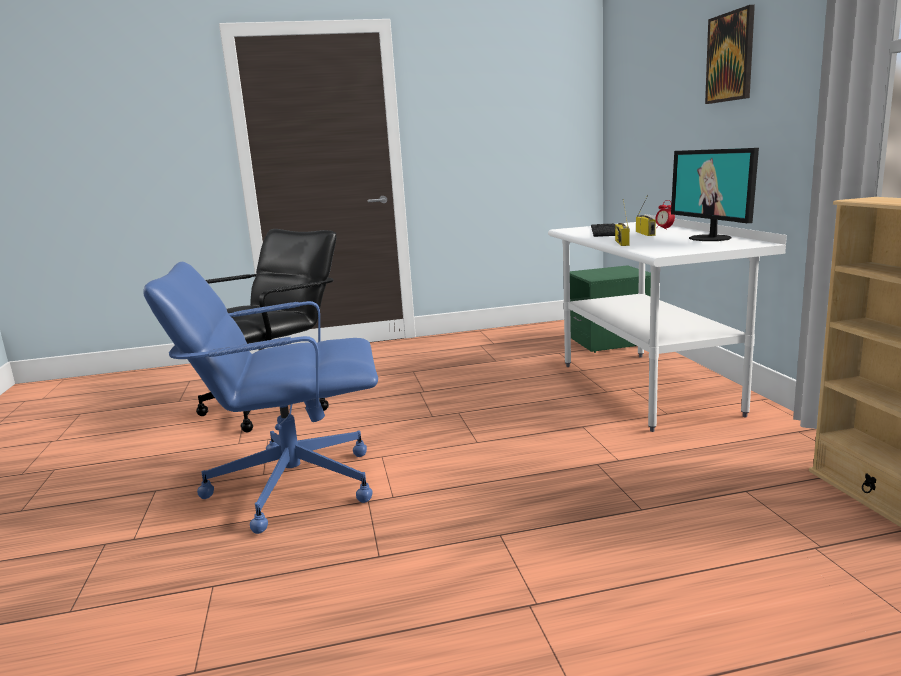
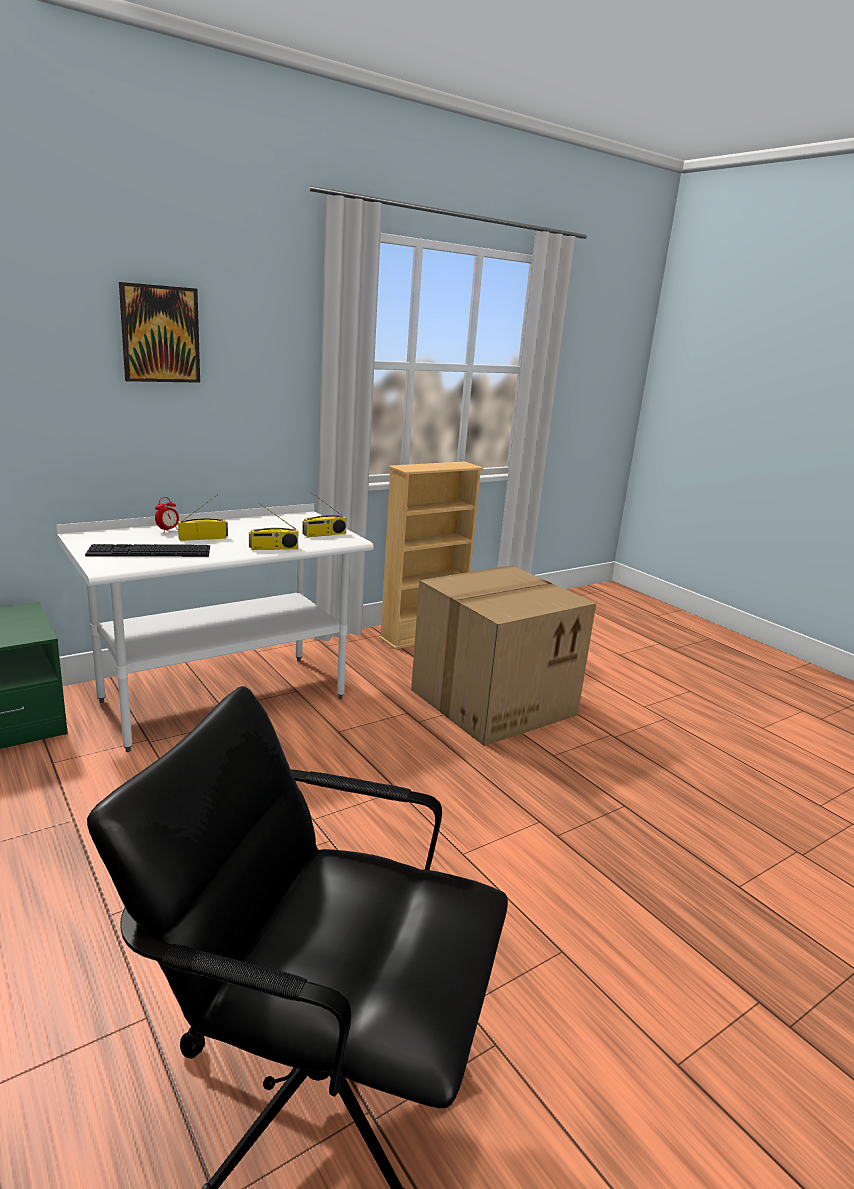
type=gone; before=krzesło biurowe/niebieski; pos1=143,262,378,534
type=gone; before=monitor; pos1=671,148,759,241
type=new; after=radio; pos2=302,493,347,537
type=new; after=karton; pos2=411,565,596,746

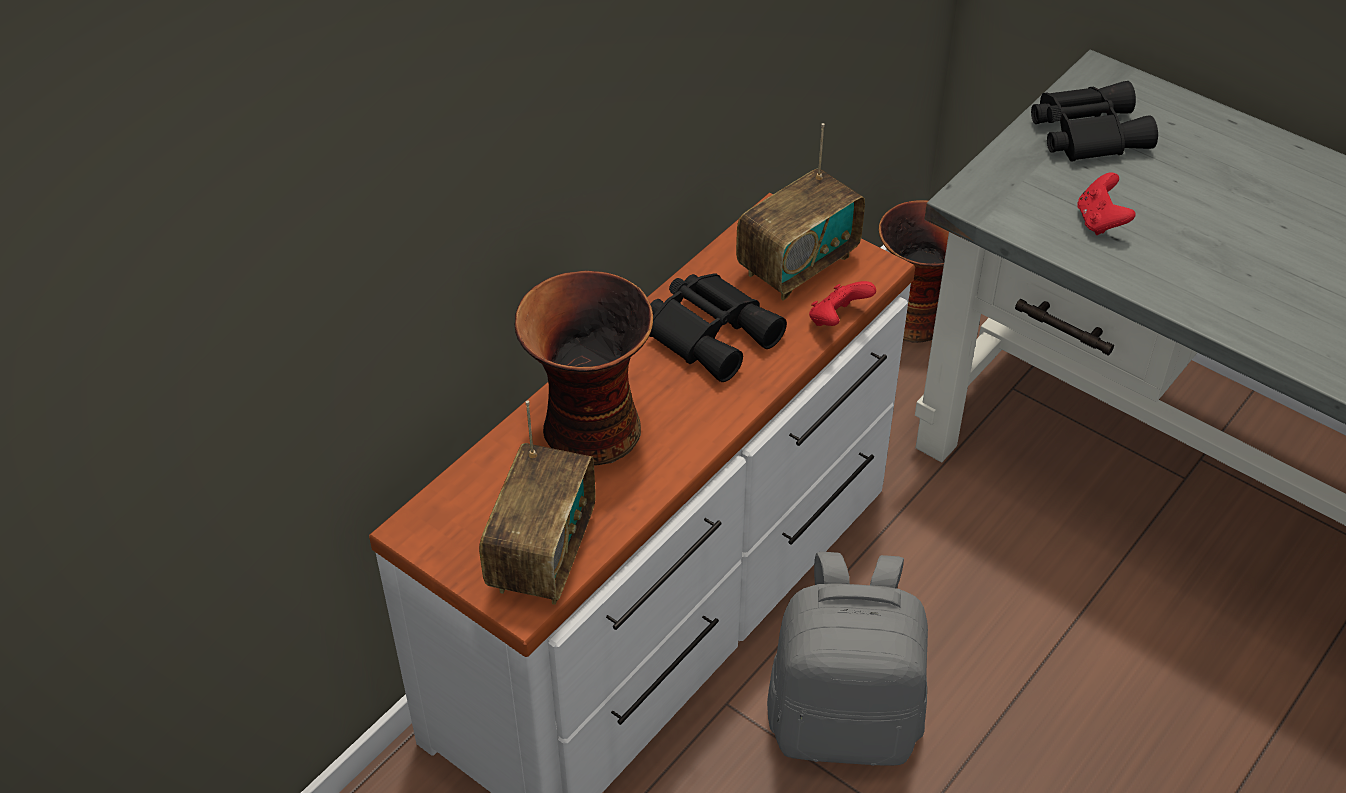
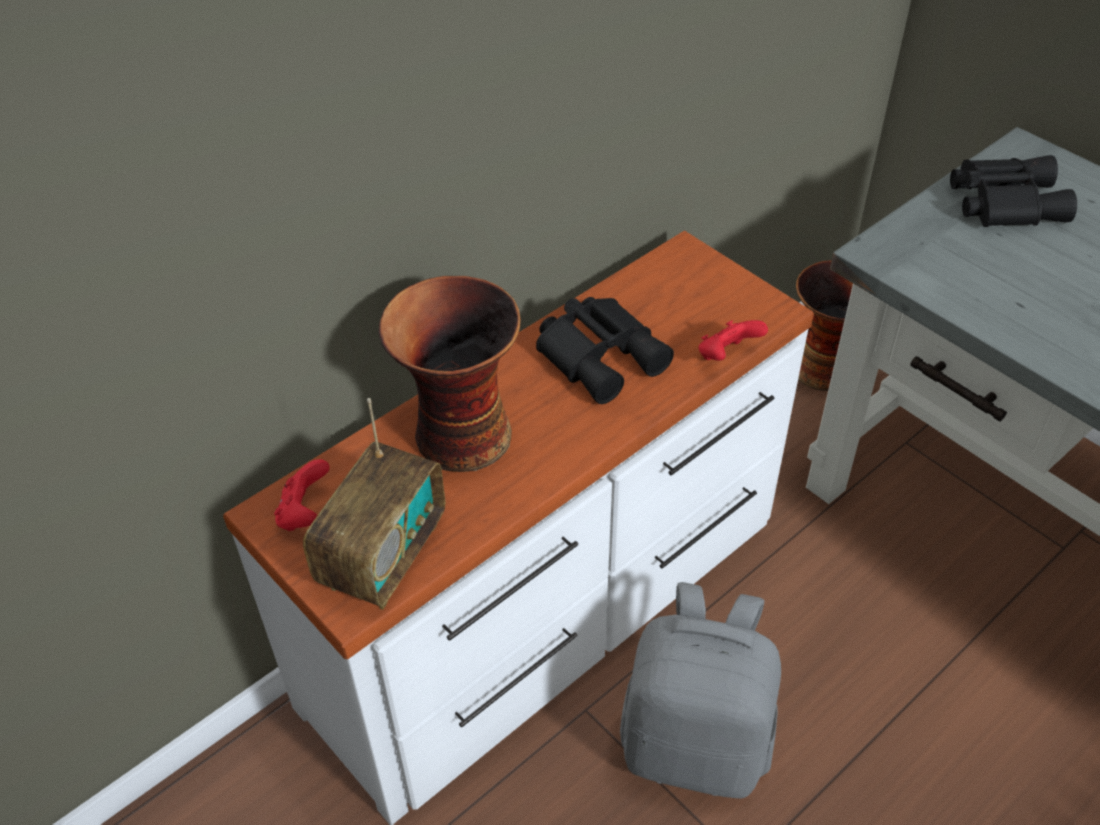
type=gone; before=radio; pos1=736,123,865,301
type=shifted; before=pad do gier/czerwony; pos1=1077,172,1135,235; pos2=274,459,329,531

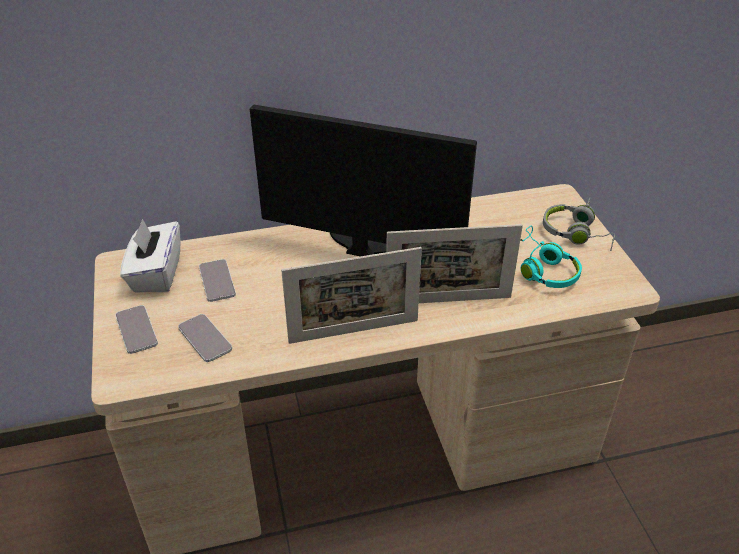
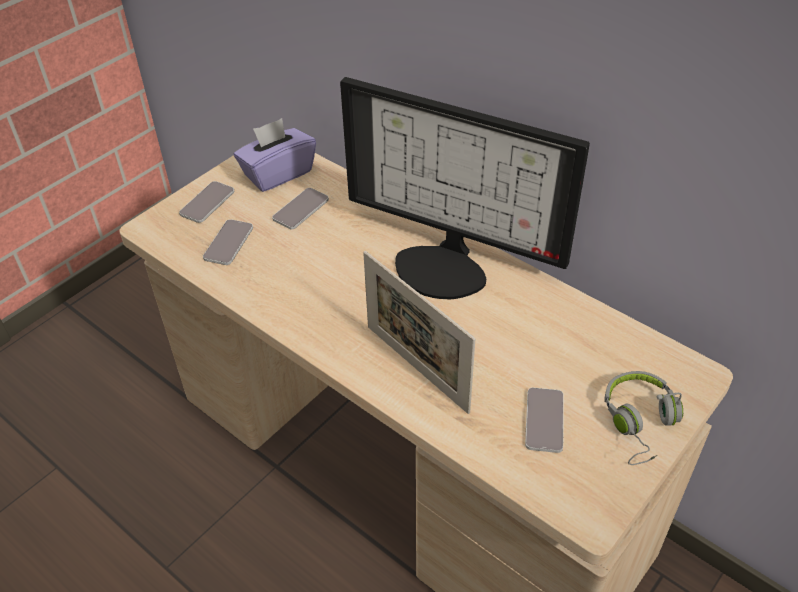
type=repainted; before=pudełko chusteczek/biały; after=pudełko chusteczek/fioletowy; pos1=120,219,181,292; pos2=234,118,316,192
type=rotated; before=monitor; pos1=250,105,477,256; pos2=340,77,590,299; turn=135
type=gone; before=ramka na zdjęcie; pos1=281,247,422,344
type=swapped; before=słuchawki/turkusowy; after=telefon; pos1=520,226,582,288; pos2=525,387,564,453

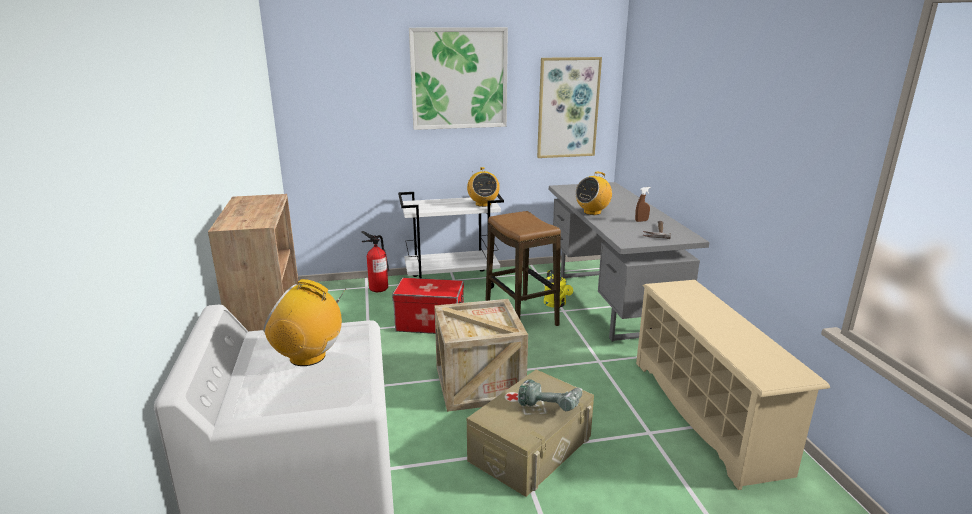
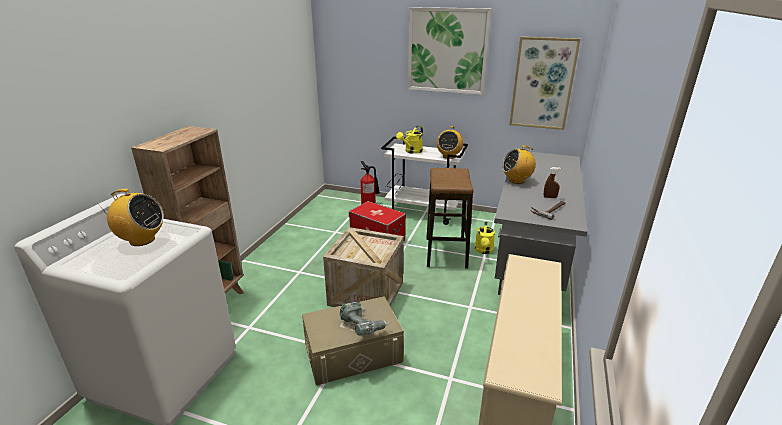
type=rotated; before=radio; pos1=263,279,346,366; pos2=97,189,164,246; turn=150
type=new; after=konewka/żółty; pos2=396,125,423,154

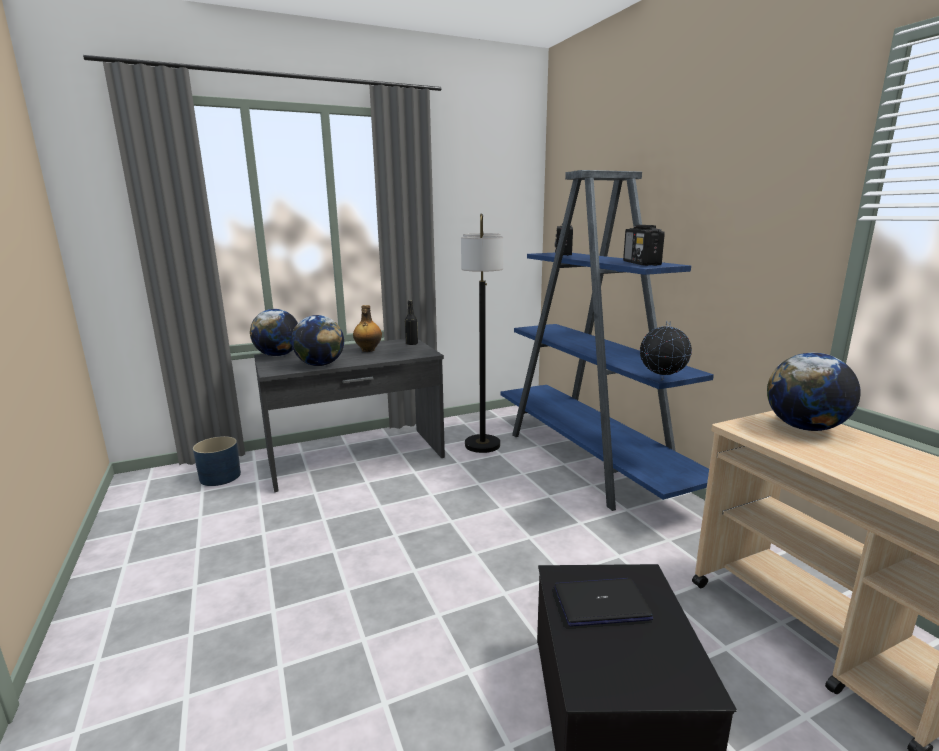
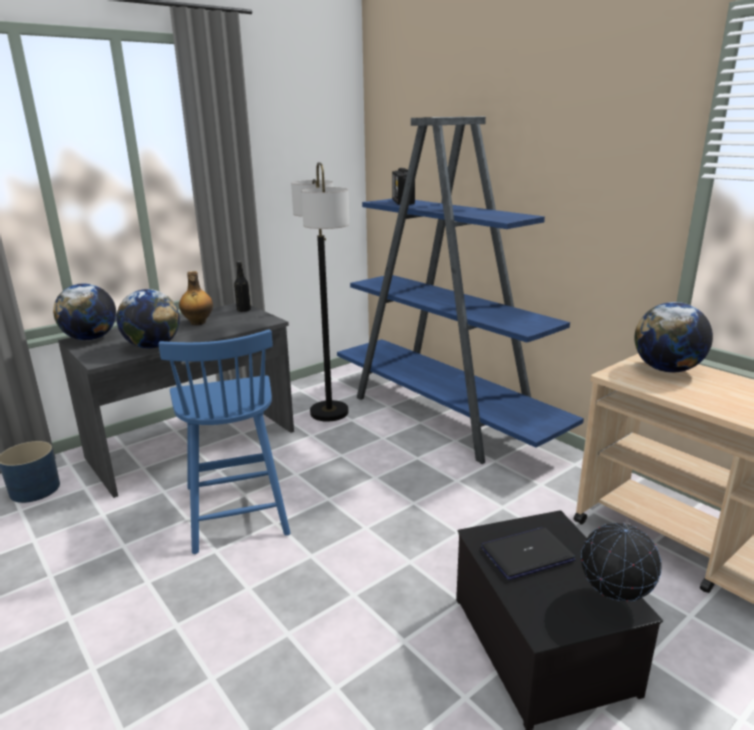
type=gone; before=radio; pos1=623,225,665,266
type=shifted; before=globus; pos1=640,321,692,381; pos2=581,522,662,601
type=new; after=krzesło/niebieski; pos2=158,330,290,554

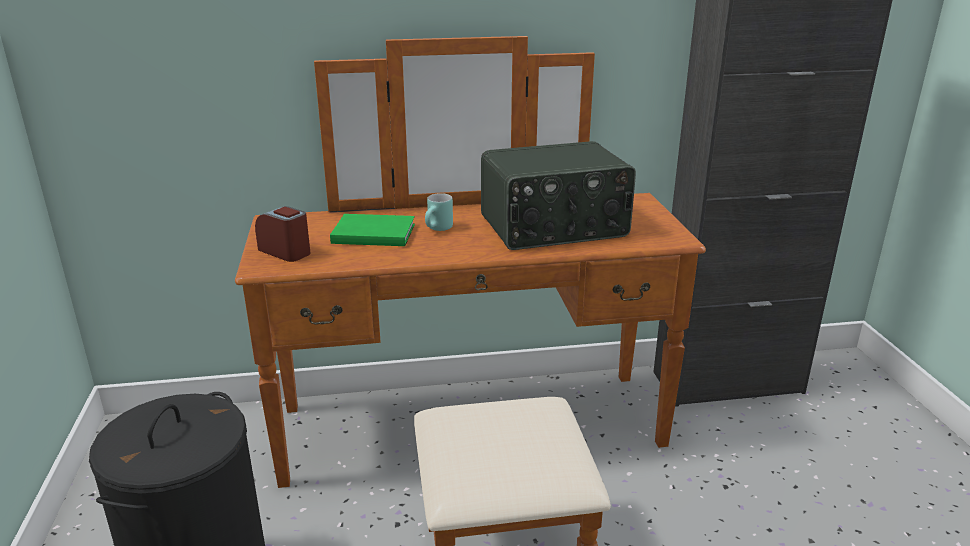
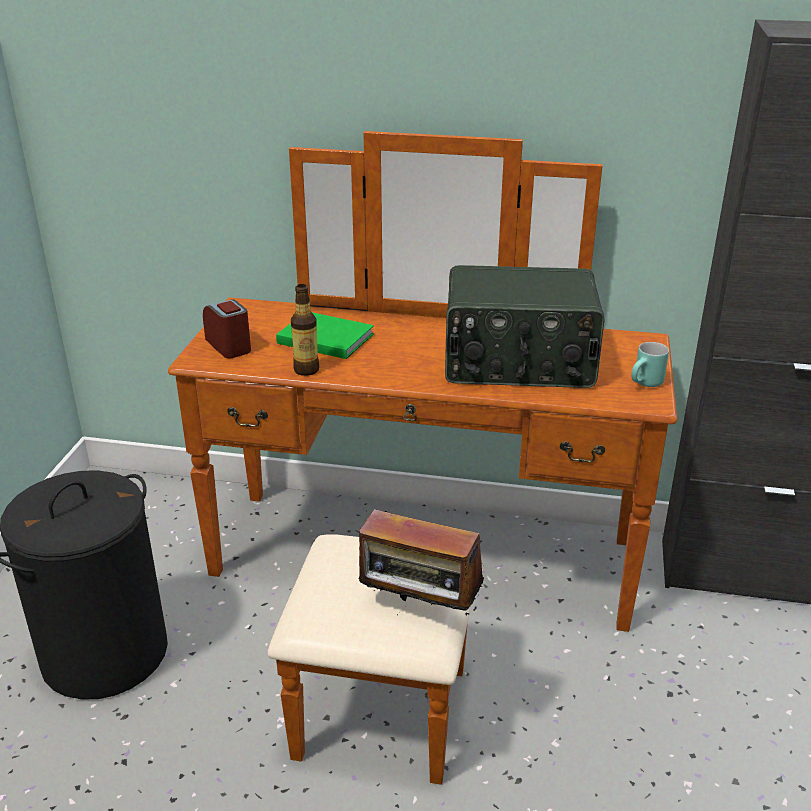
type=shifted; before=kubek/turkusowy; pos1=425,193,453,231; pos2=631,342,669,387
type=new; after=butelka; pos2=291,284,319,376
type=new; after=radio; pos2=359,499,484,621

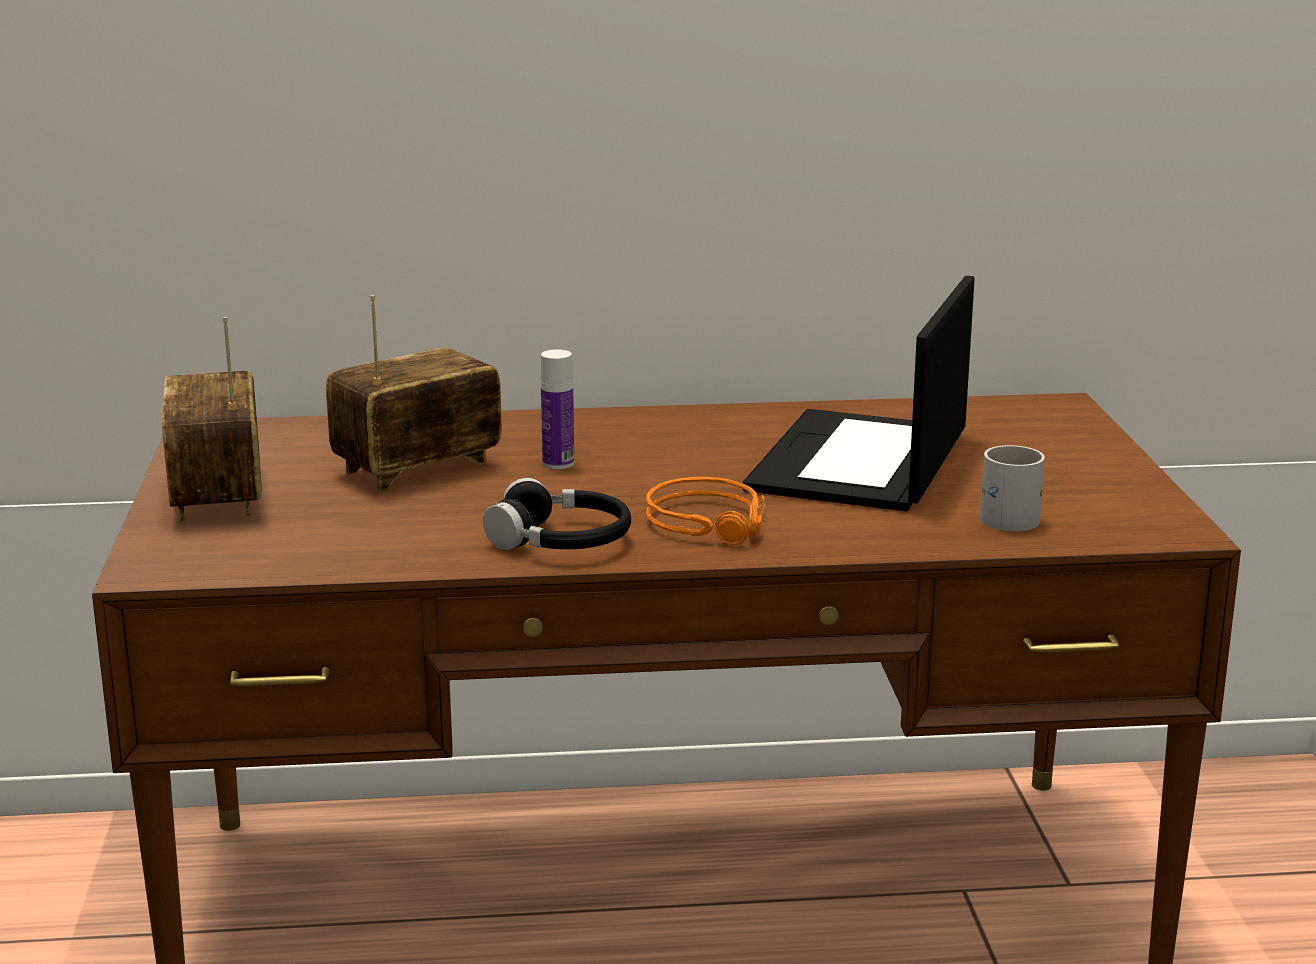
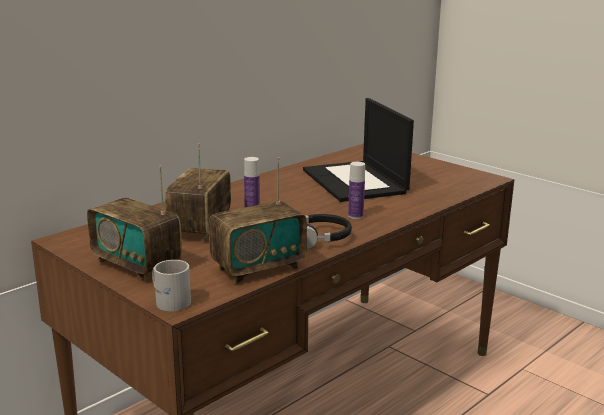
type=swapped; before=słuchawki/pomarańczowy; after=butelka; pos1=646,477,764,546; pos2=348,162,365,219
type=shifted; before=kubek/biały; pos1=980,445,1045,531; pos2=152,260,191,311
type=new; after=radio; pos2=209,157,307,284

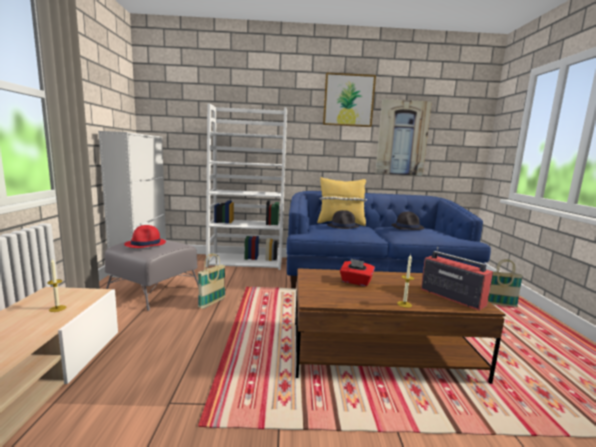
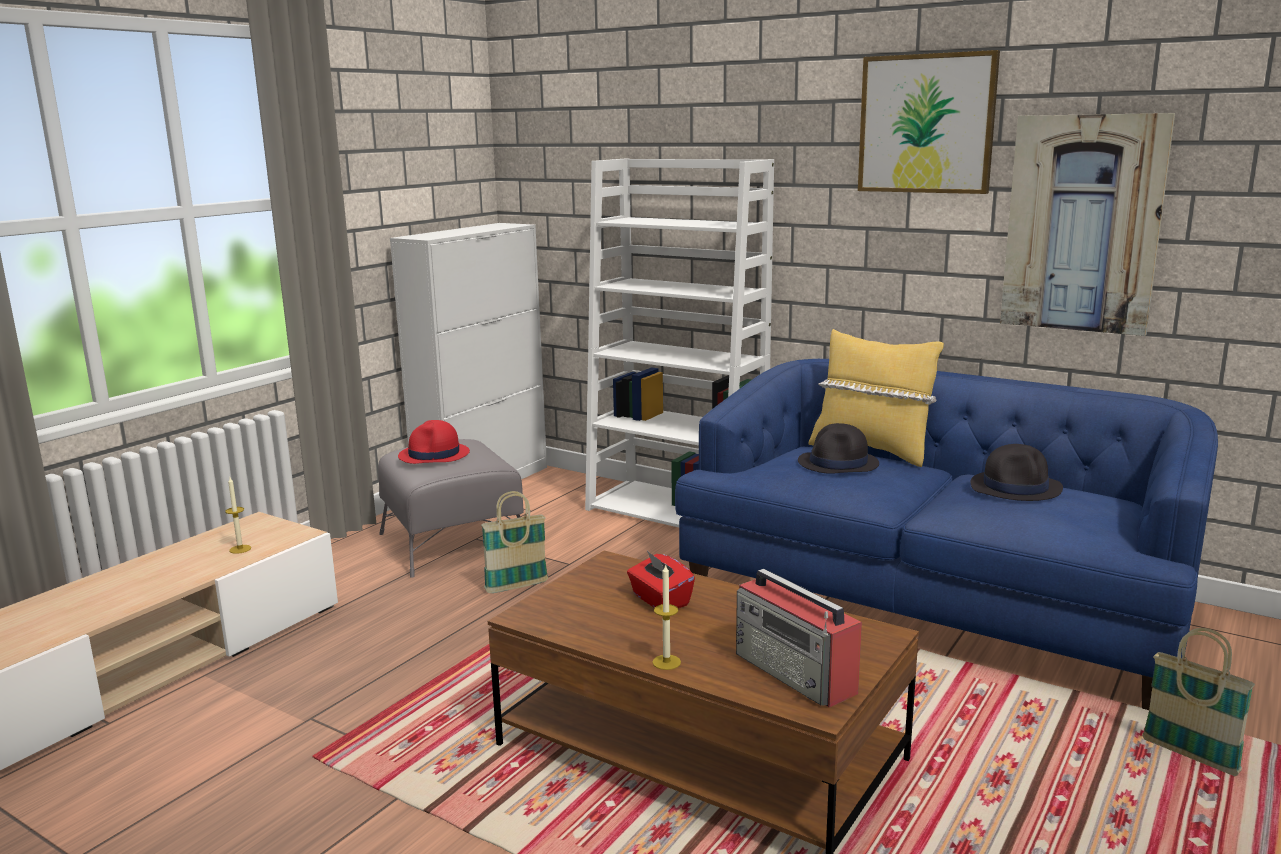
type=rotated; before=radio; pos1=421,247,493,311; pos2=736,569,862,708; turn=150

